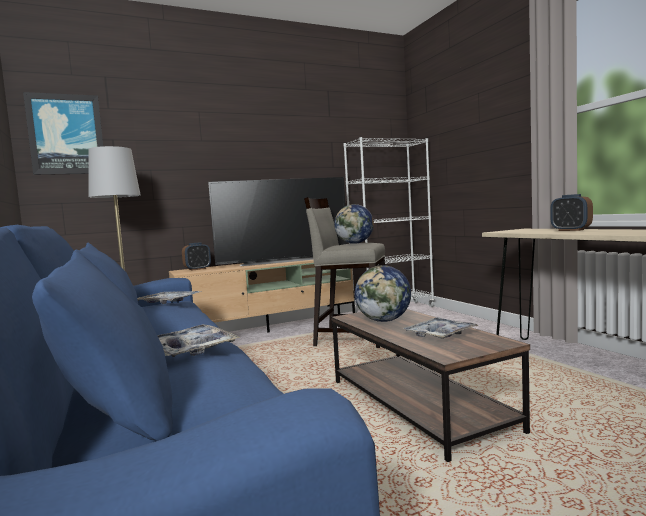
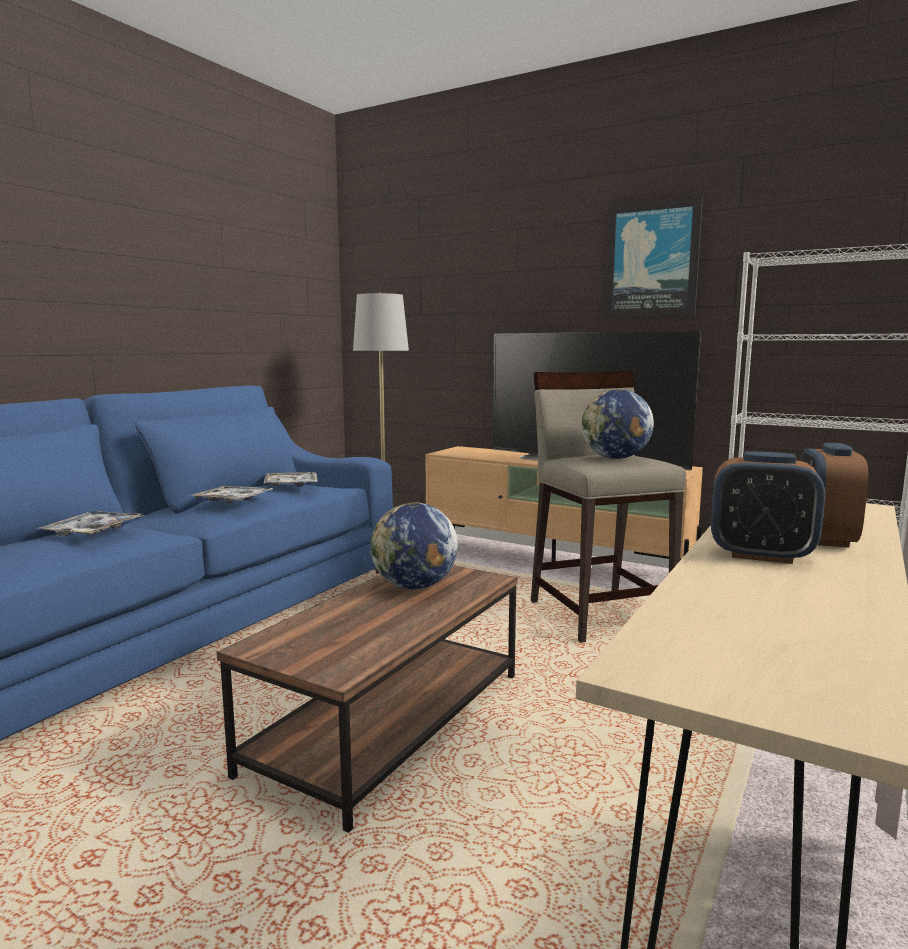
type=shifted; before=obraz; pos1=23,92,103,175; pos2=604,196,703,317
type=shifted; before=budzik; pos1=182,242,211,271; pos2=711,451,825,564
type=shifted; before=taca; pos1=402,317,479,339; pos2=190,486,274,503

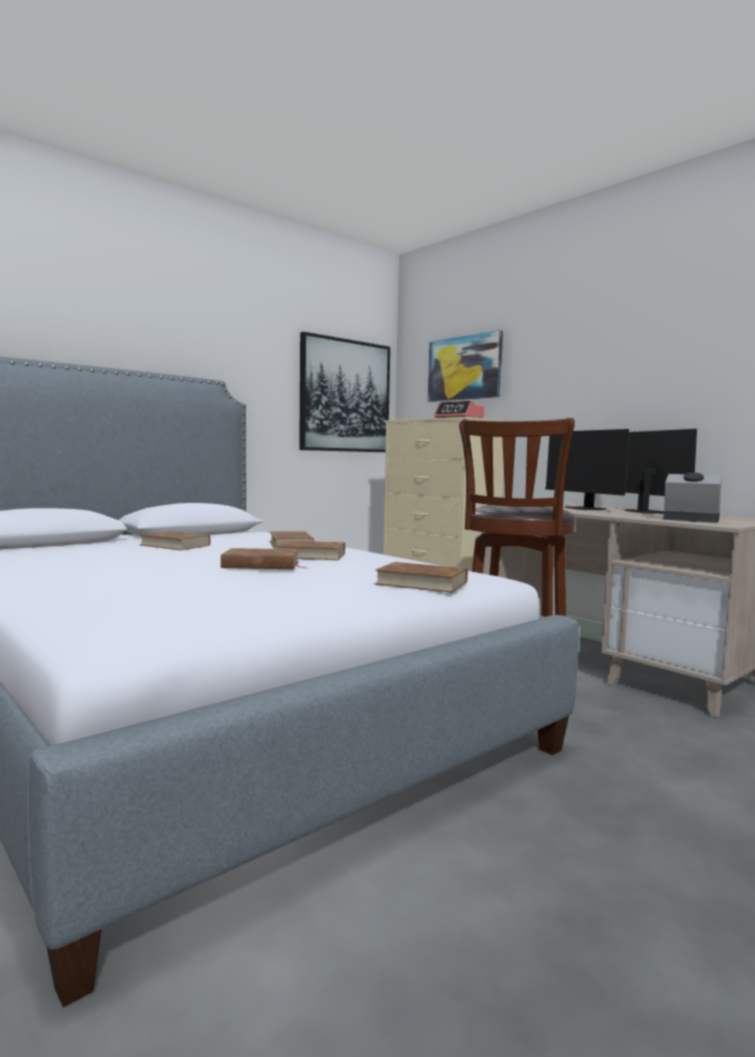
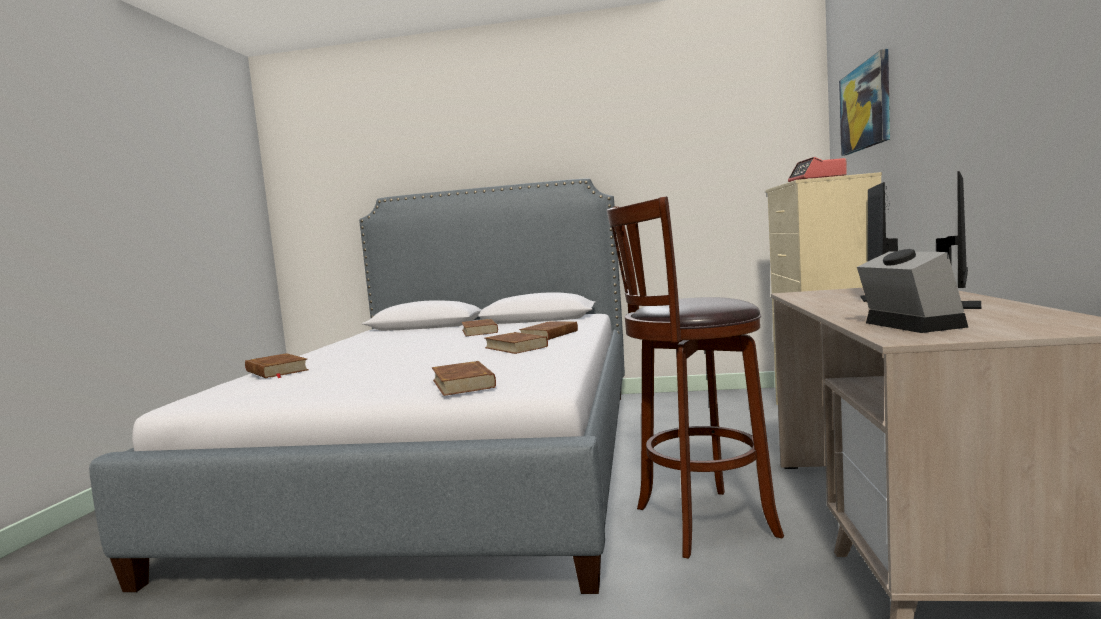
type=shifted; before=książka/brązowy; pos1=221,548,306,569; pos2=245,353,309,378
type=gone; before=obraz; pos1=299,332,390,452

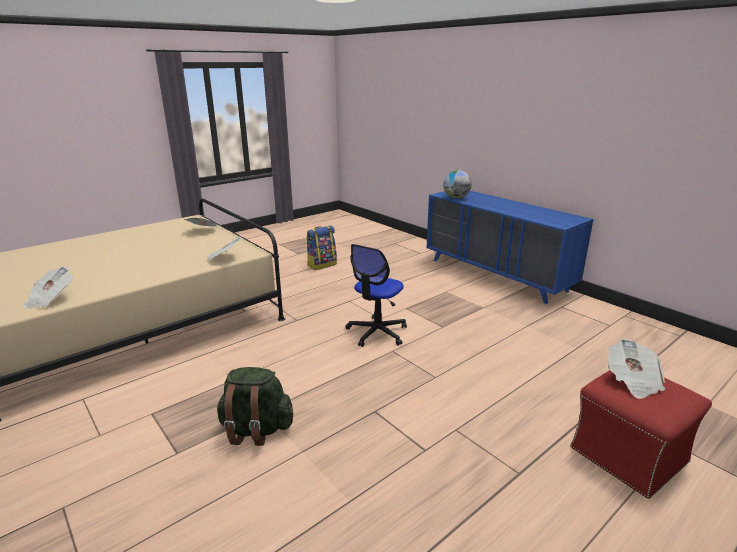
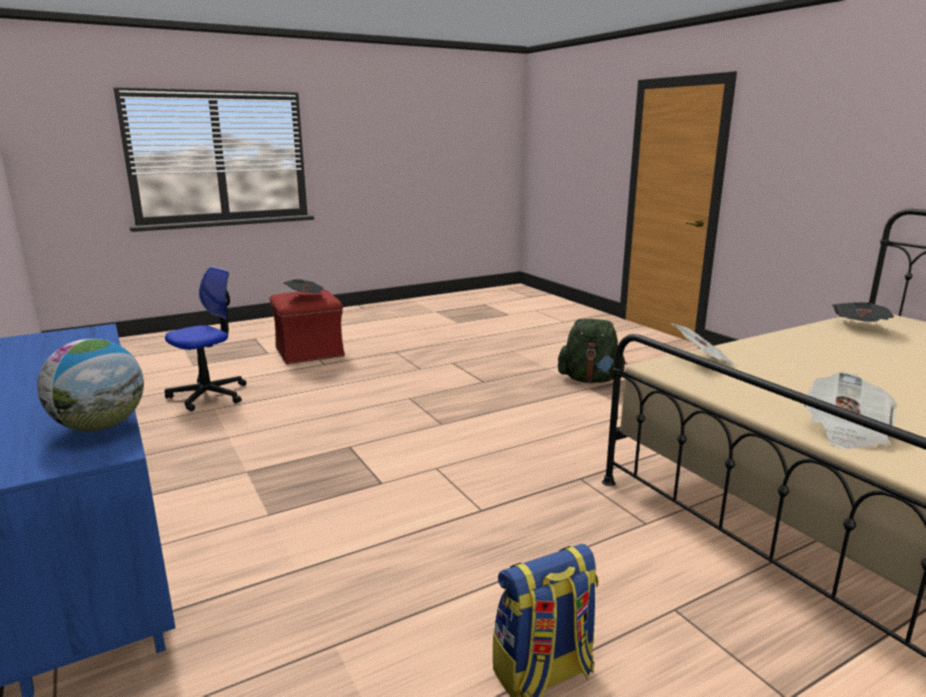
type=shifted; before=krzesło biurowe; pos1=345,244,407,347; pos2=165,266,246,411

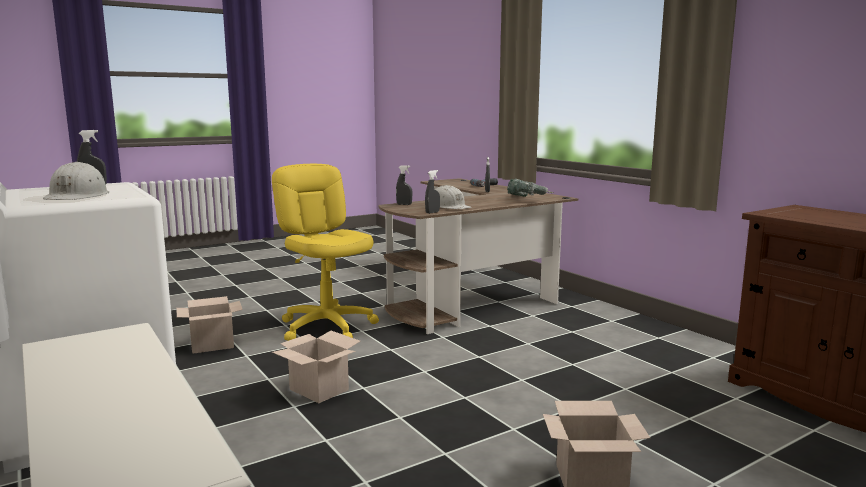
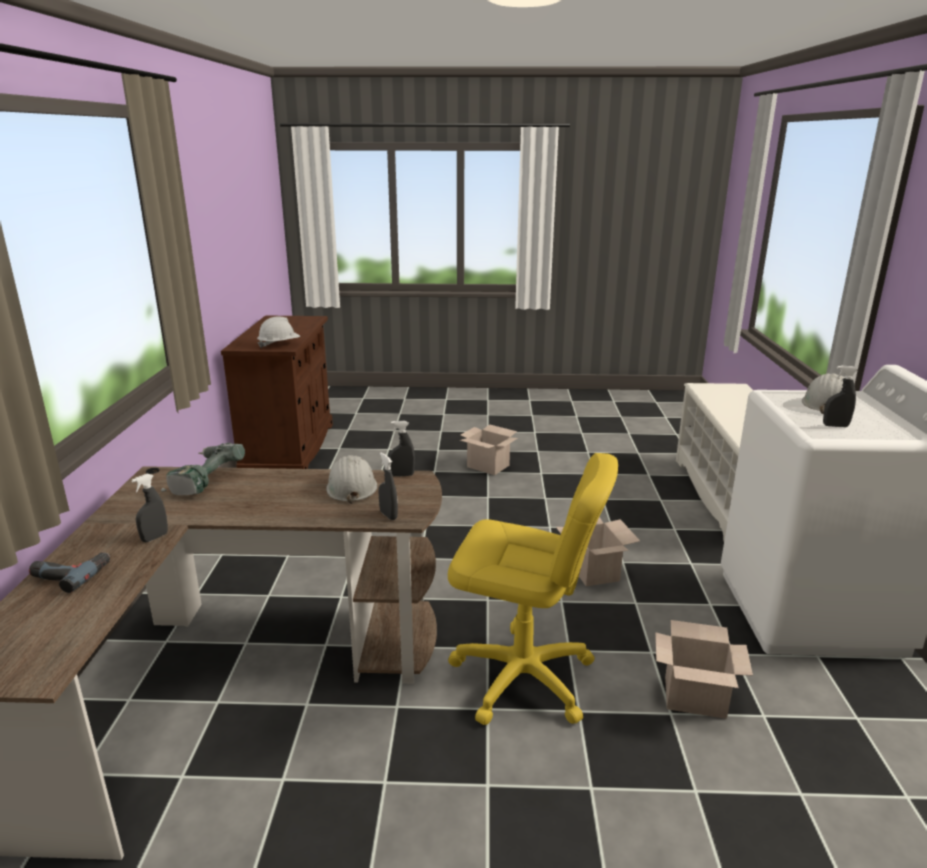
type=rotated; before=krzesło biurowe/żółty; pos1=272,164,379,341; pos2=448,453,618,725; turn=-75
type=new; after=kask/biały; pos2=257,316,300,348

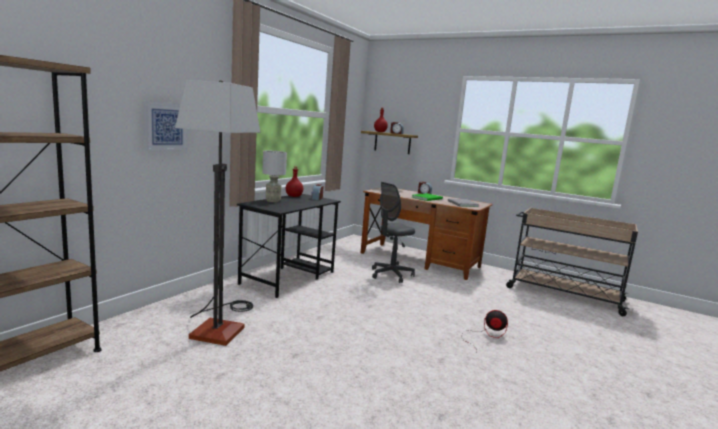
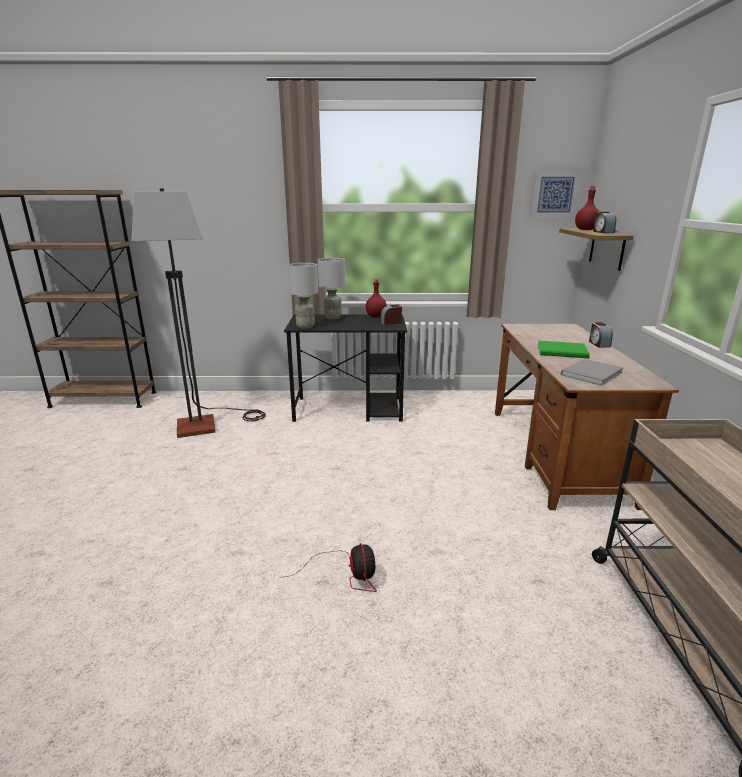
type=shifted; before=obraz; pos1=143,101,188,151; pos2=530,170,582,218
type=gone; before=krzesło biurowe/szary; pos1=372,182,415,283
type=new; after=lampa stołowa/szary; pos2=287,263,318,329

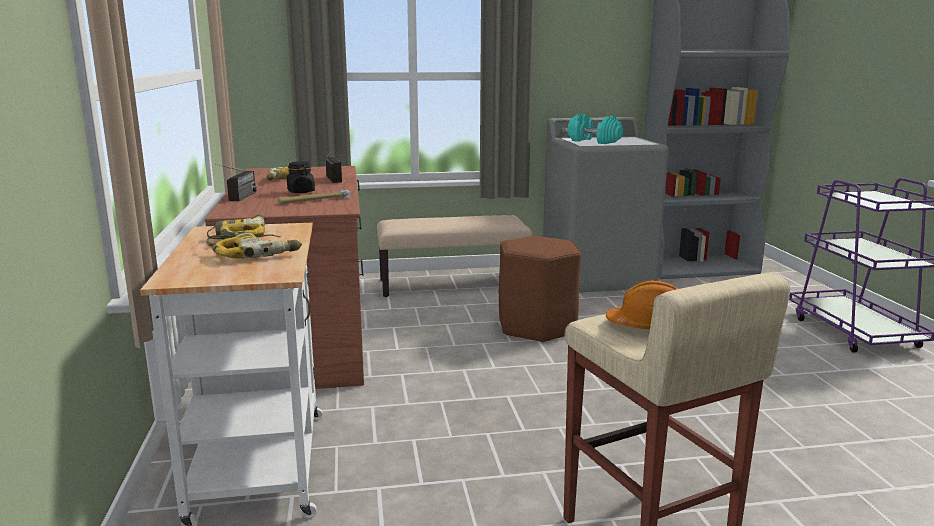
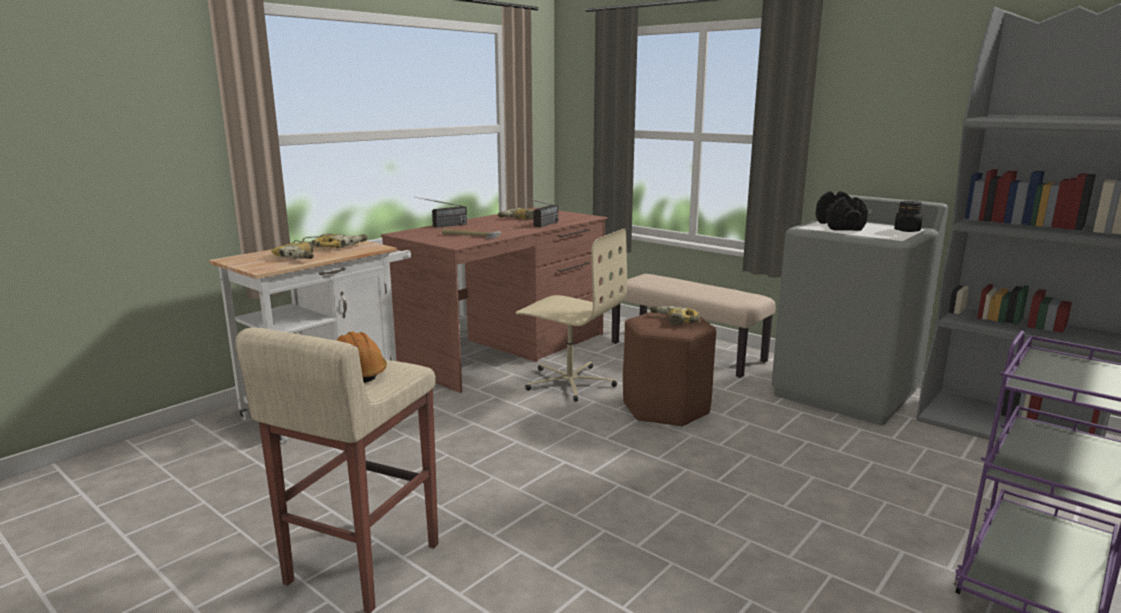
type=shifted; before=słoik/czarny; pos1=287,161,315,193; pos2=894,201,923,232
type=repainted; before=hantel/turkusowy; after=hantel/czarny; pos1=568,114,623,144; pos2=816,191,868,231
type=new; after=krzesło biurowe/beżowy; pos2=516,228,627,402
type=new; after=wiertarka; pos2=649,306,700,325

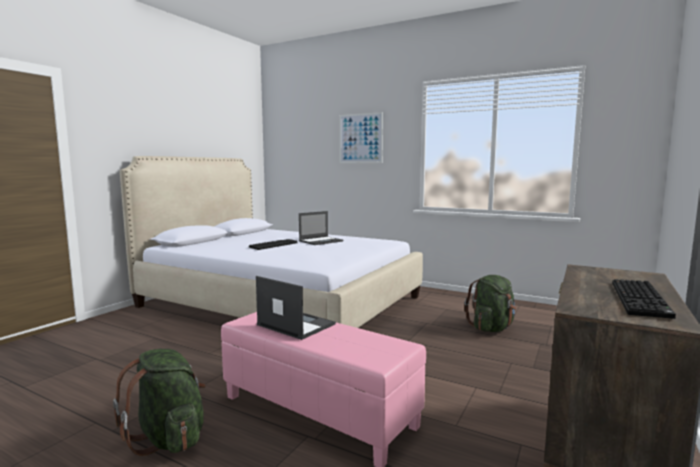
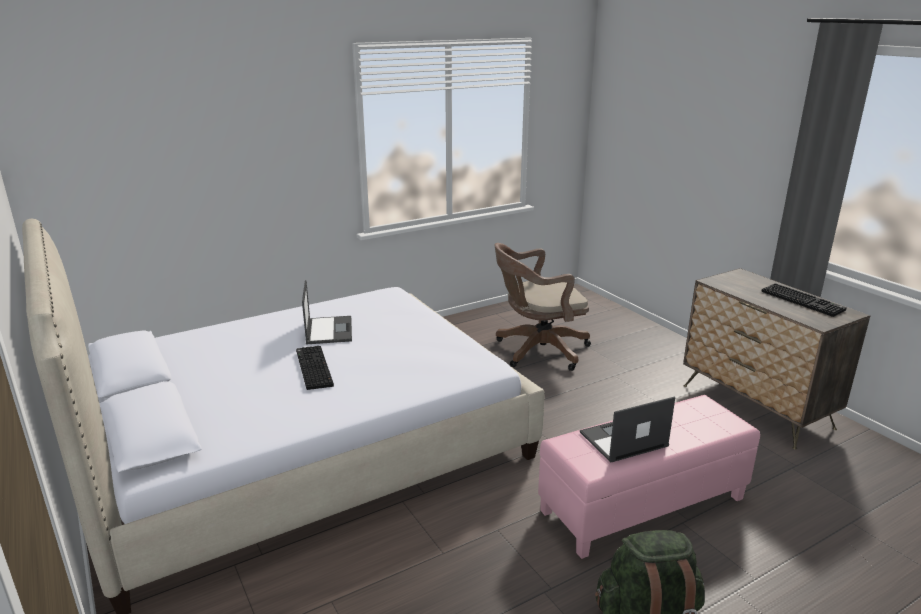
type=gone; before=obraz; pos1=340,112,383,163
type=swapped; before=plecak/zielony; after=krzesło biurowe/brązowy; pos1=464,275,517,332; pos2=495,243,591,371

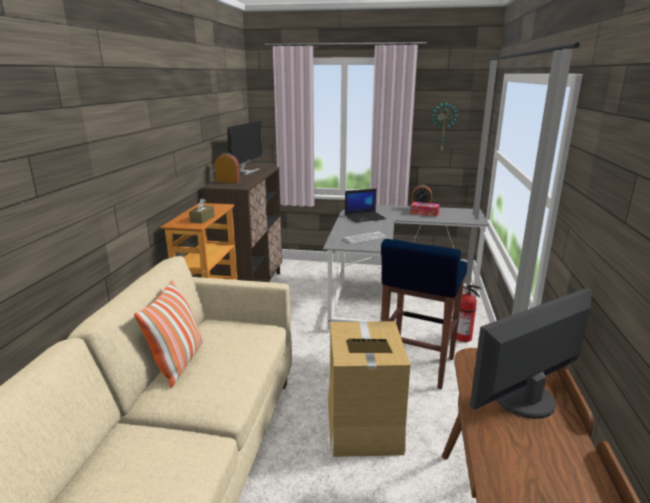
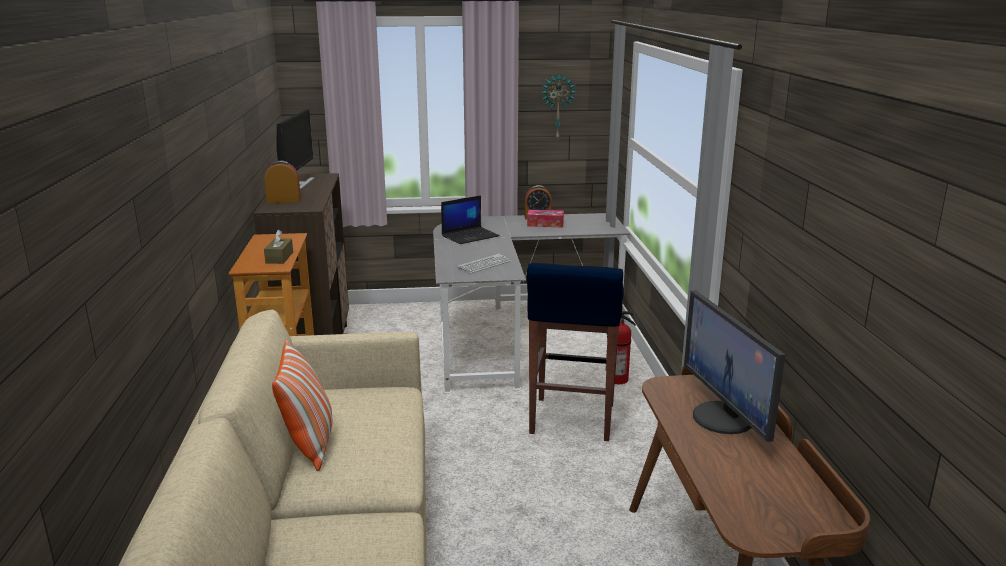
type=gone; before=karton; pos1=328,321,410,457
type=rotated; before=monitor; pos1=470,288,592,419; pos2=684,290,786,442; turn=-60

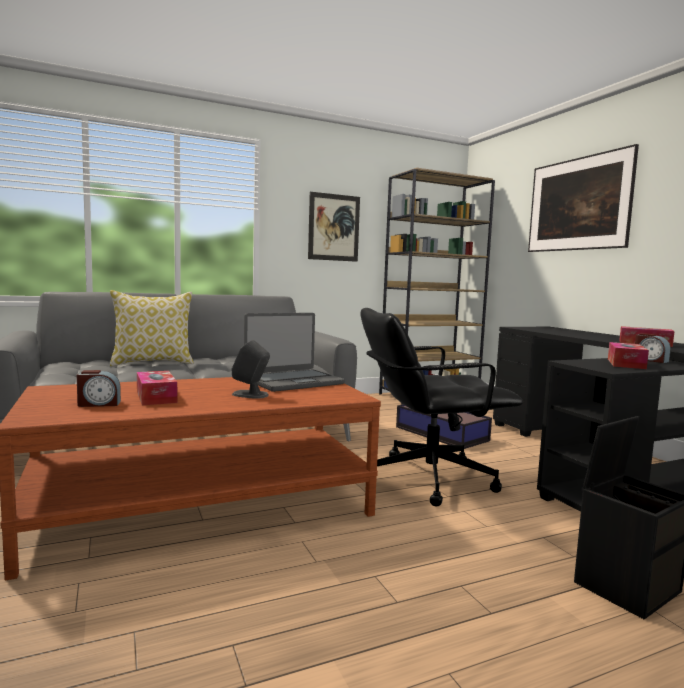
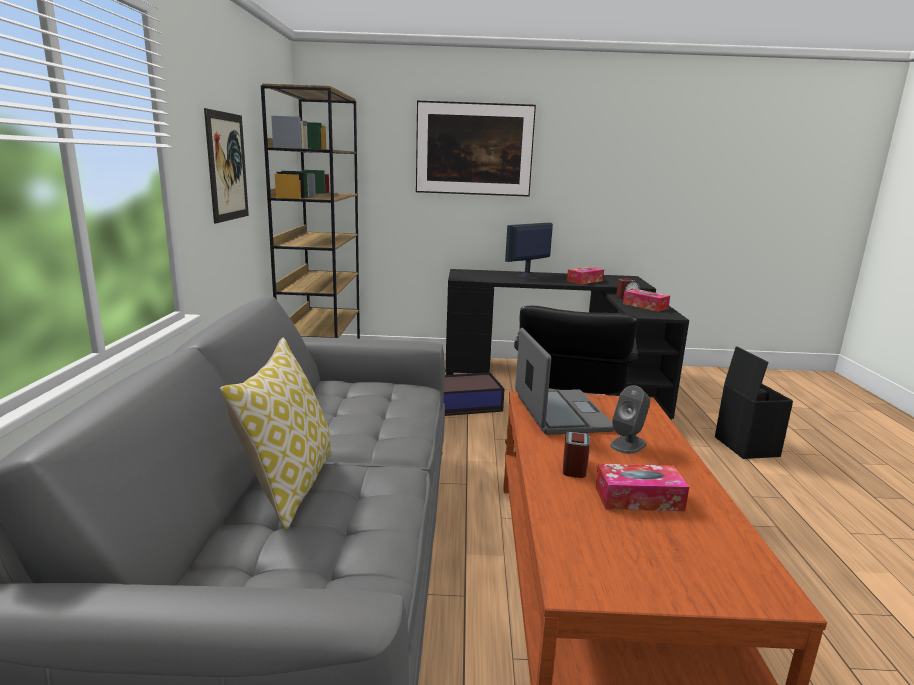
type=shifted; before=budzik; pos1=77,370,121,407; pos2=563,432,590,478
type=new; after=monitor; pos2=505,223,553,278

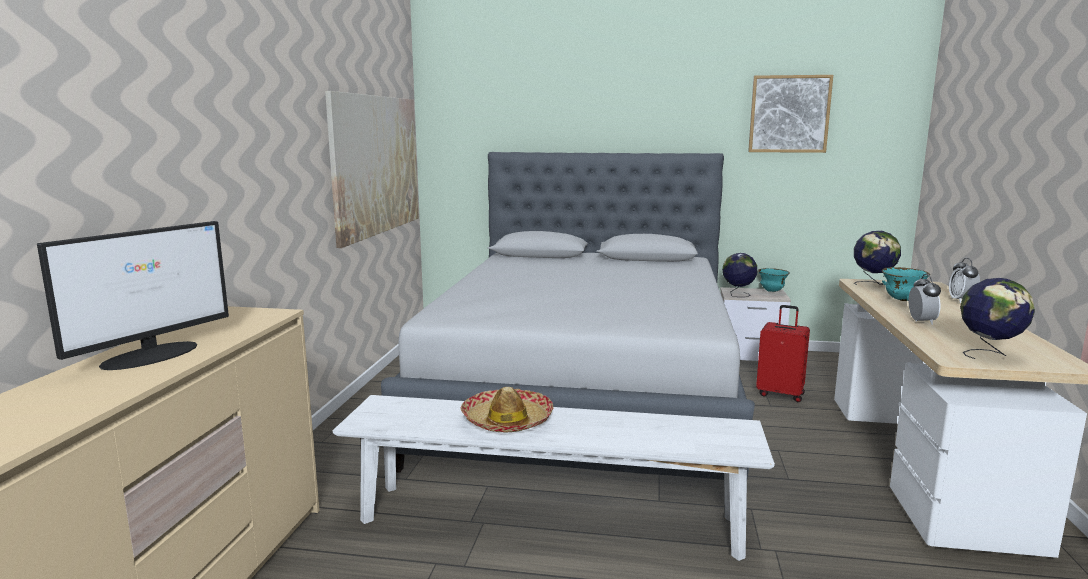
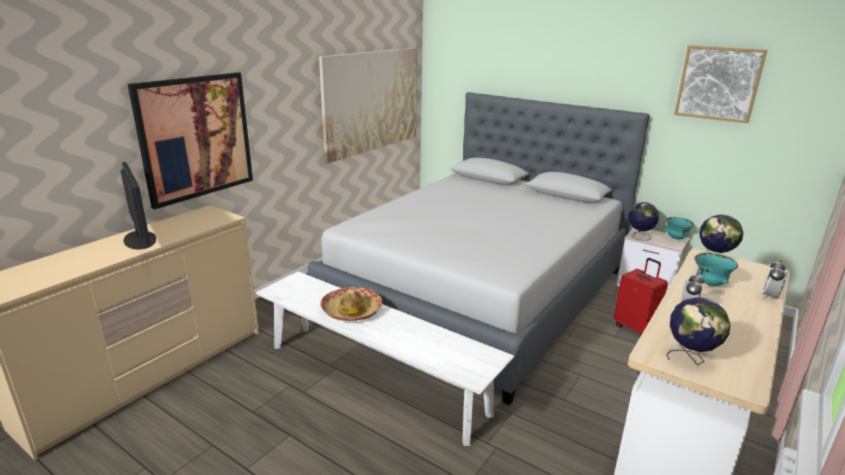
type=rotated; before=monitor; pos1=37,221,229,370; pos2=120,162,156,250; turn=-90
type=new; after=obraz; pos2=128,72,253,209

